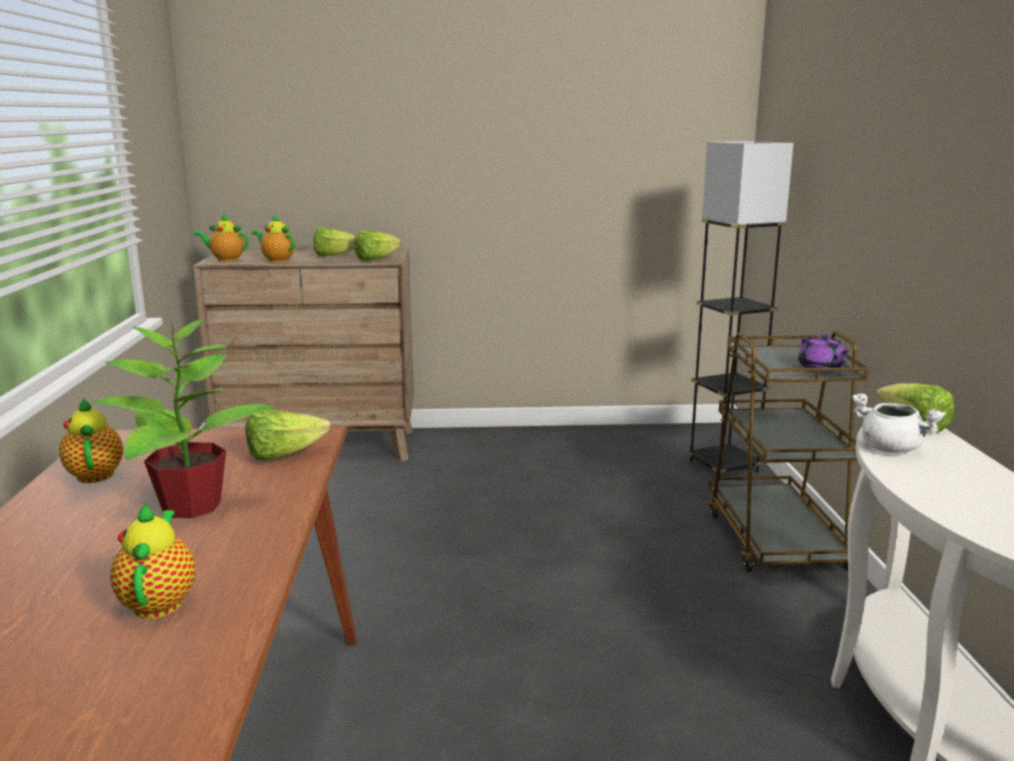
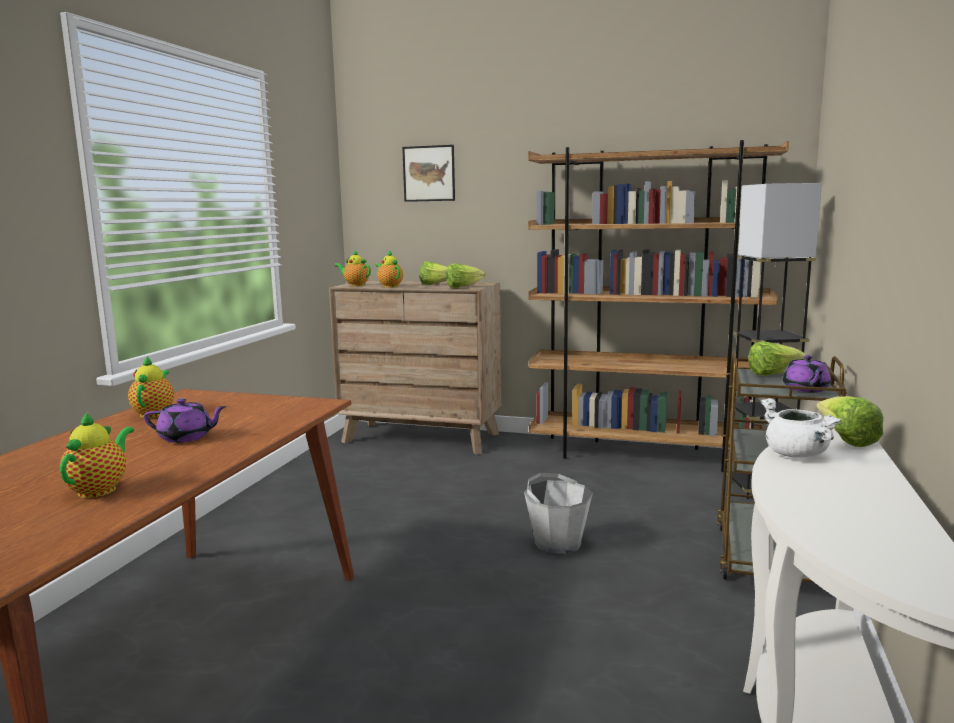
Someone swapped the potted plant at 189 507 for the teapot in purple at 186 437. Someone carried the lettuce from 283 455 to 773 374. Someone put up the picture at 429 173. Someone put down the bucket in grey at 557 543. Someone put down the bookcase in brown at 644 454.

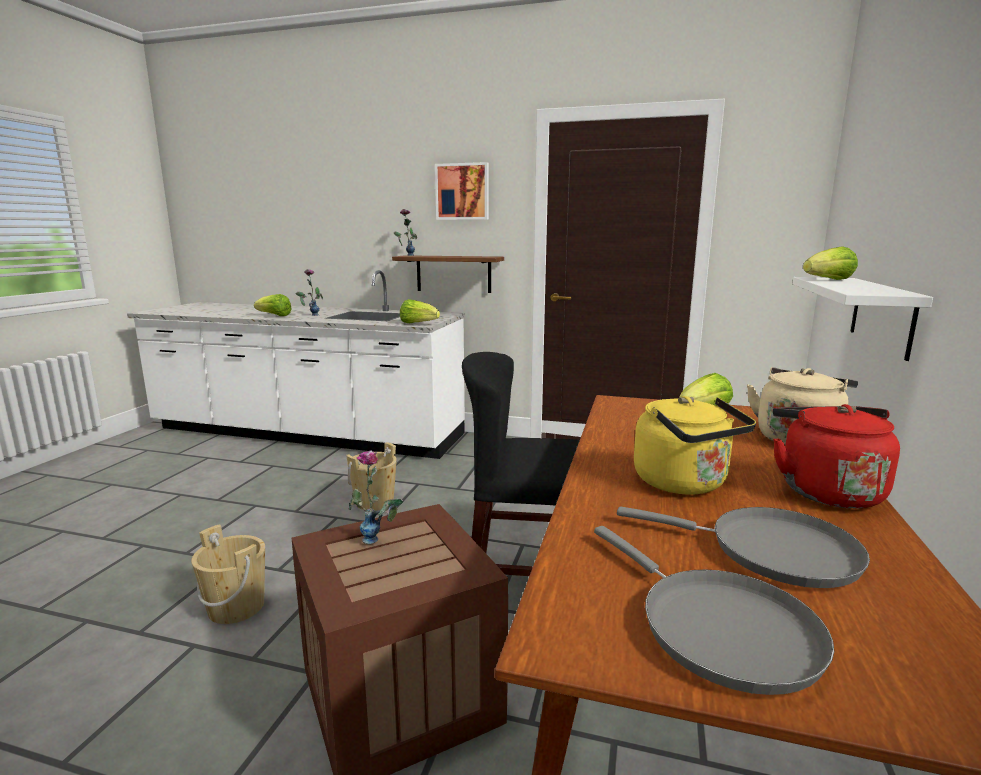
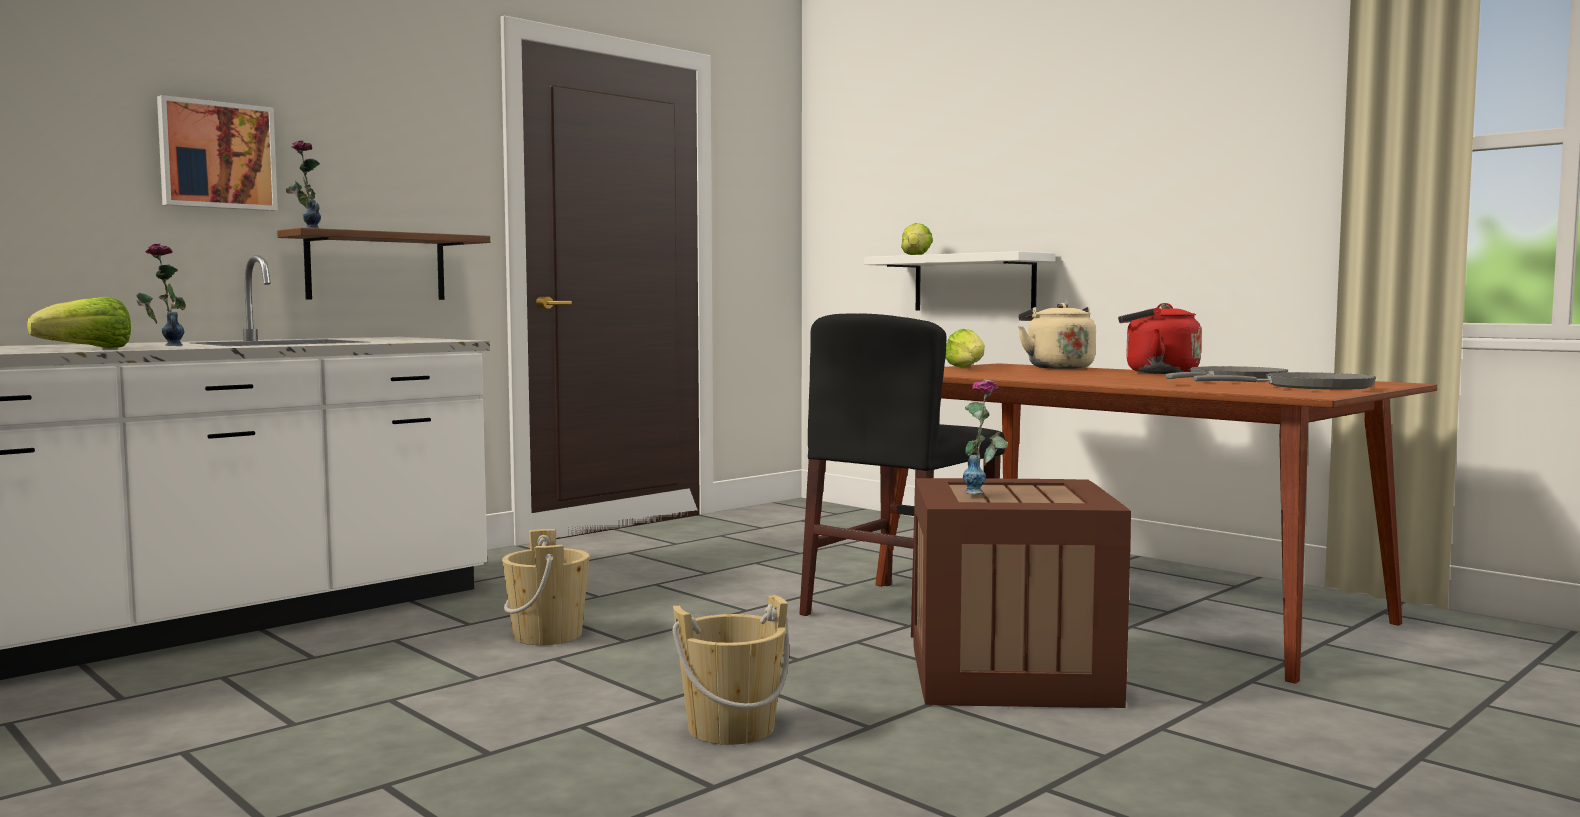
Someone took away the lettuce at 418 323. Someone carried the picture from 463 192 to 217 155. Someone took away the kettle in yellow at 684 483.

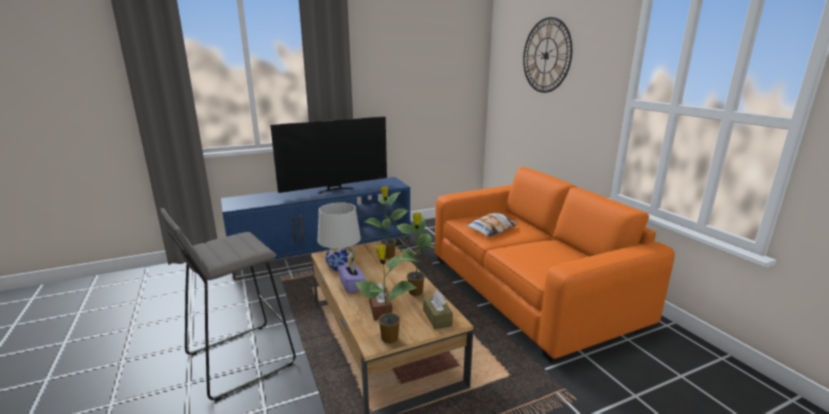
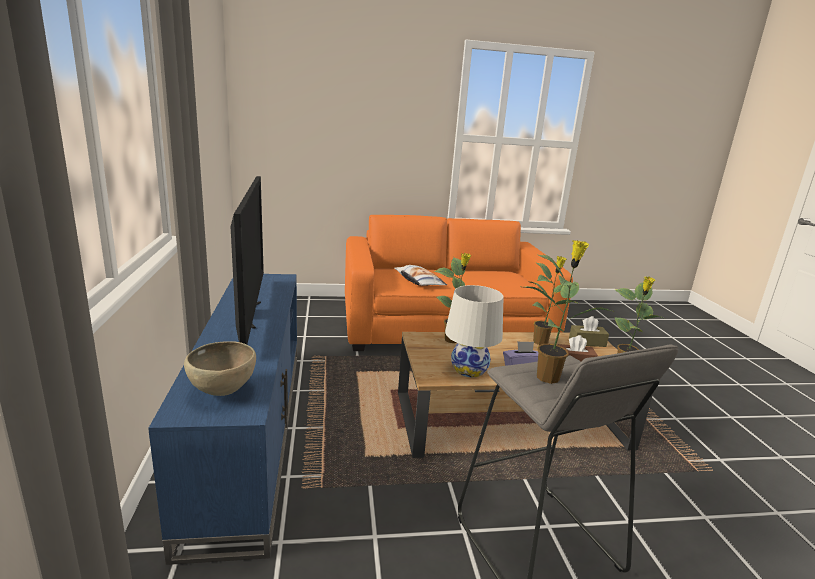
Someone took away the wall clock at 546 55. Someone put down the bowl in brown at 223 391. Someone put down the potted plant at 549 377.

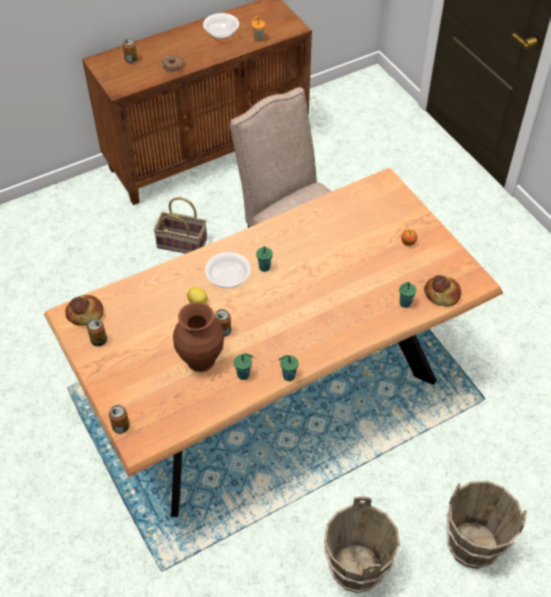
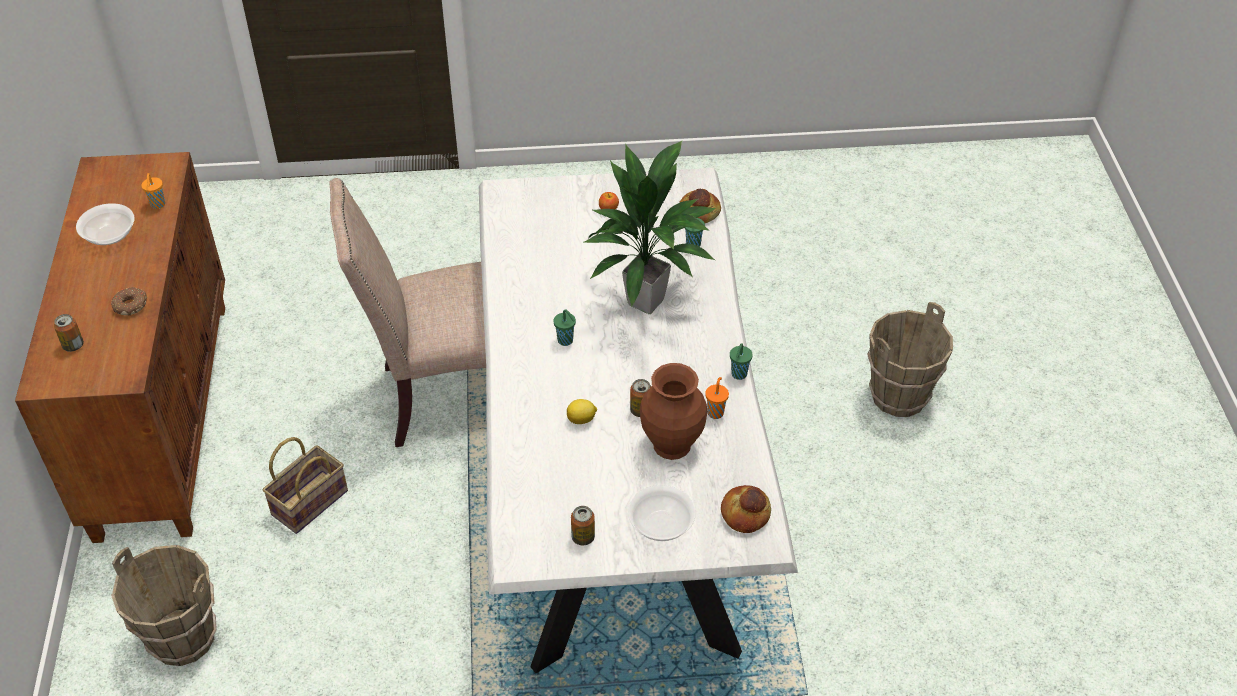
Someone repainted the dining table in brown at 275 393, which became the dining table in white at 617 490. Someone carried the bread from 85 313 to 745 513. Someone took away the can at 121 426. Someone carried the bowl from 228 278 to 661 524. Someone repainted the cup in green at 244 374, which became the cup in orange at 715 412. Someone carried the bucket in brown from 355 569 to 182 639. Someone put down the potted plant at 647 301.

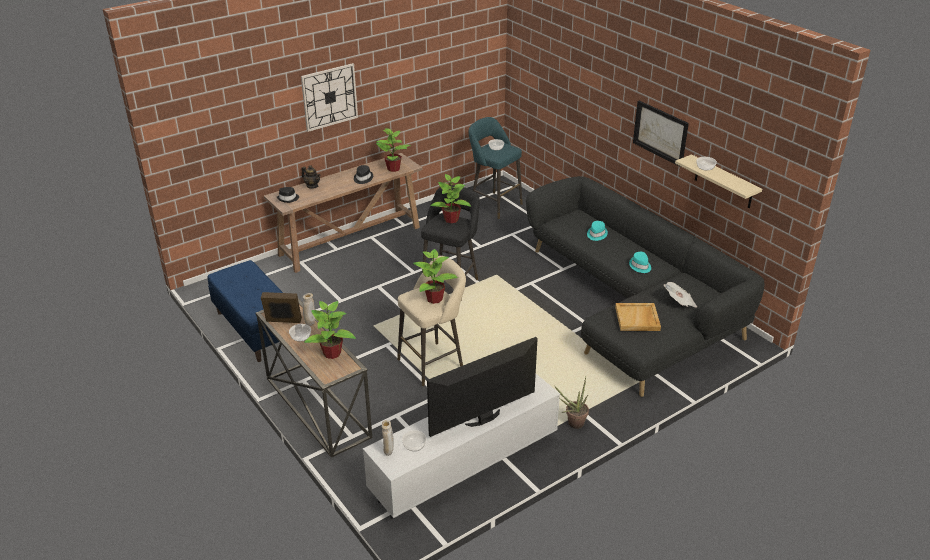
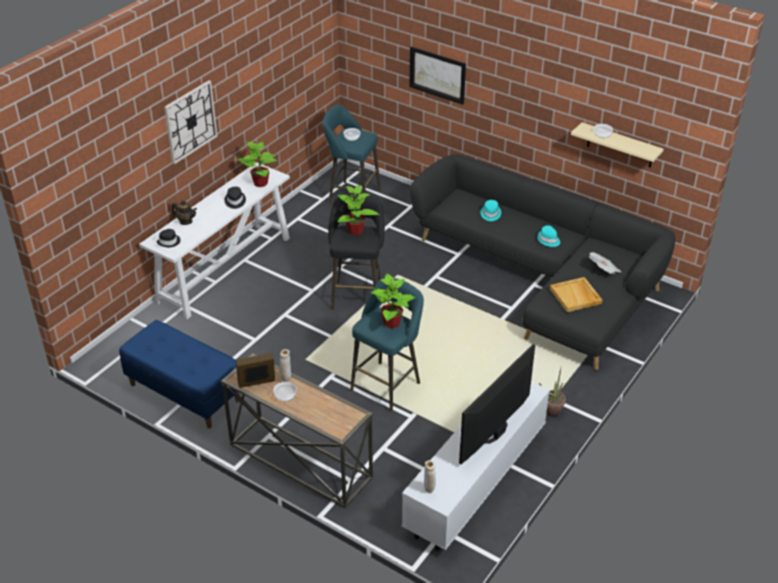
Someone repainted the console table in brown at 351 241, which became the console table in white at 225 269. Someone took away the potted plant at 332 353. Someone repainted the stool in beige at 433 362, which became the stool in turquoise at 388 384. Someone took away the bowl at 414 445. Someone carried the picture from 660 133 to 437 75.

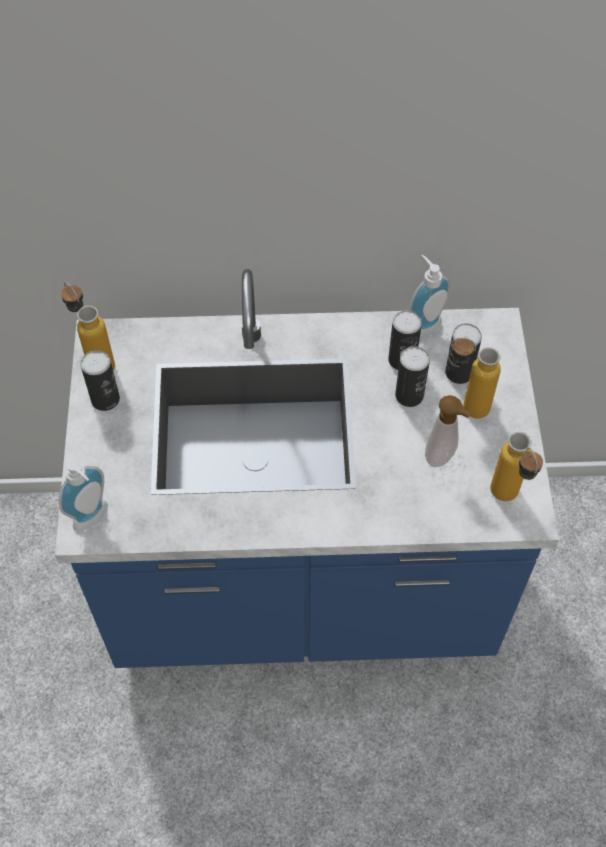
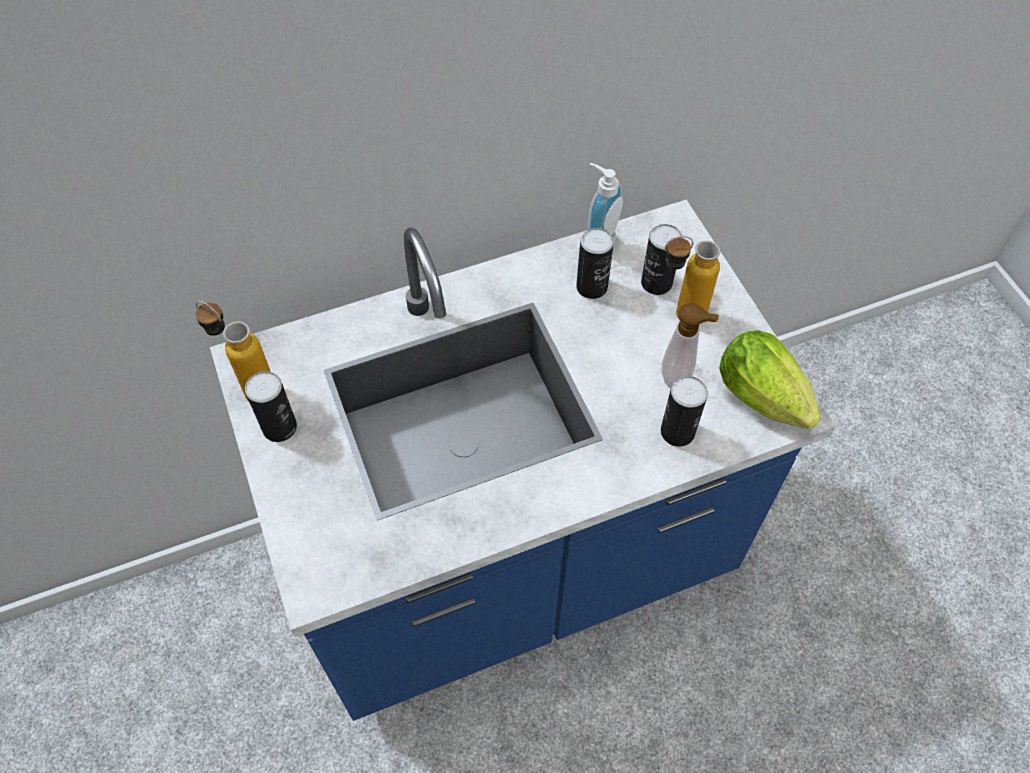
Someone took away the soap dispenser at 94 519. Someone carried the can from 409 395 to 677 432. Someone swapped the bottle at 508 500 for the lettuce at 766 401.

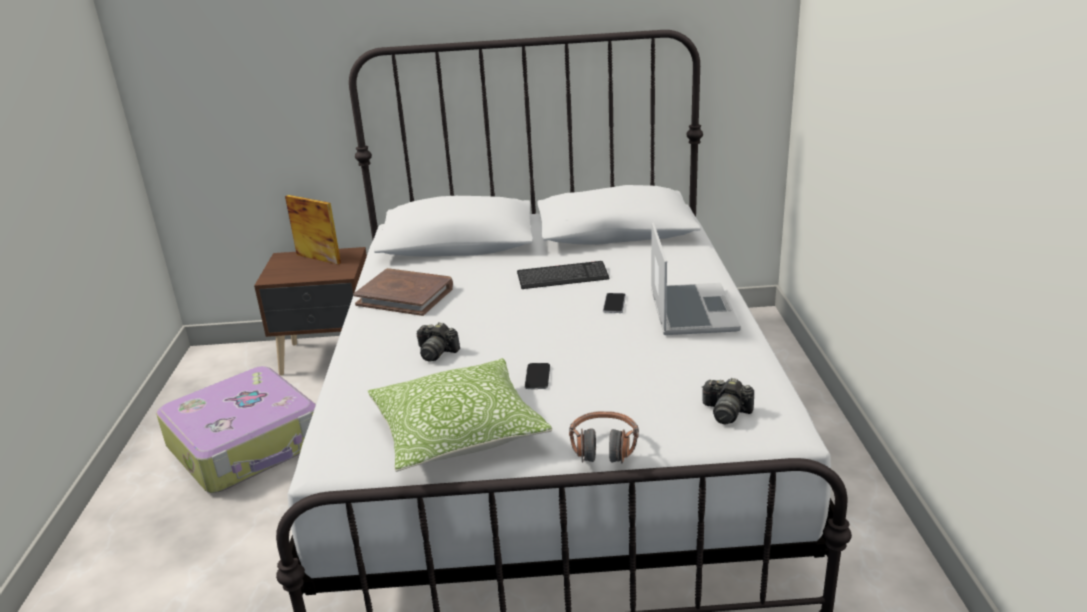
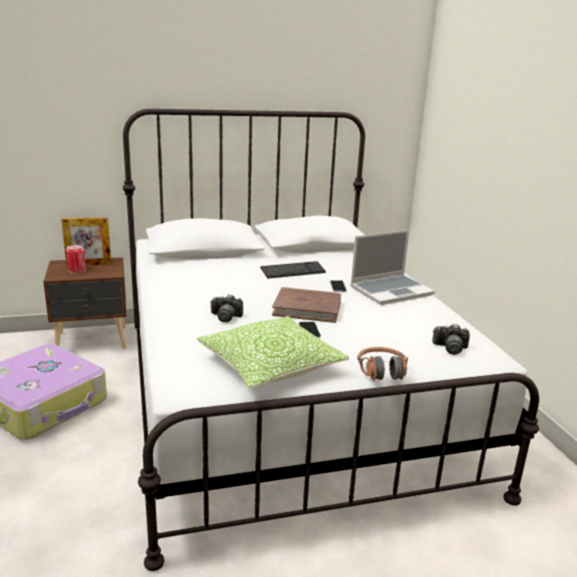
Someone rotated the picture frame at 318 258 by 150 degrees clockwise. Someone carried the book in brown from 405 296 to 307 308. Someone rotated the laptop at 690 311 by 75 degrees clockwise. Someone put down the can at 77 270.

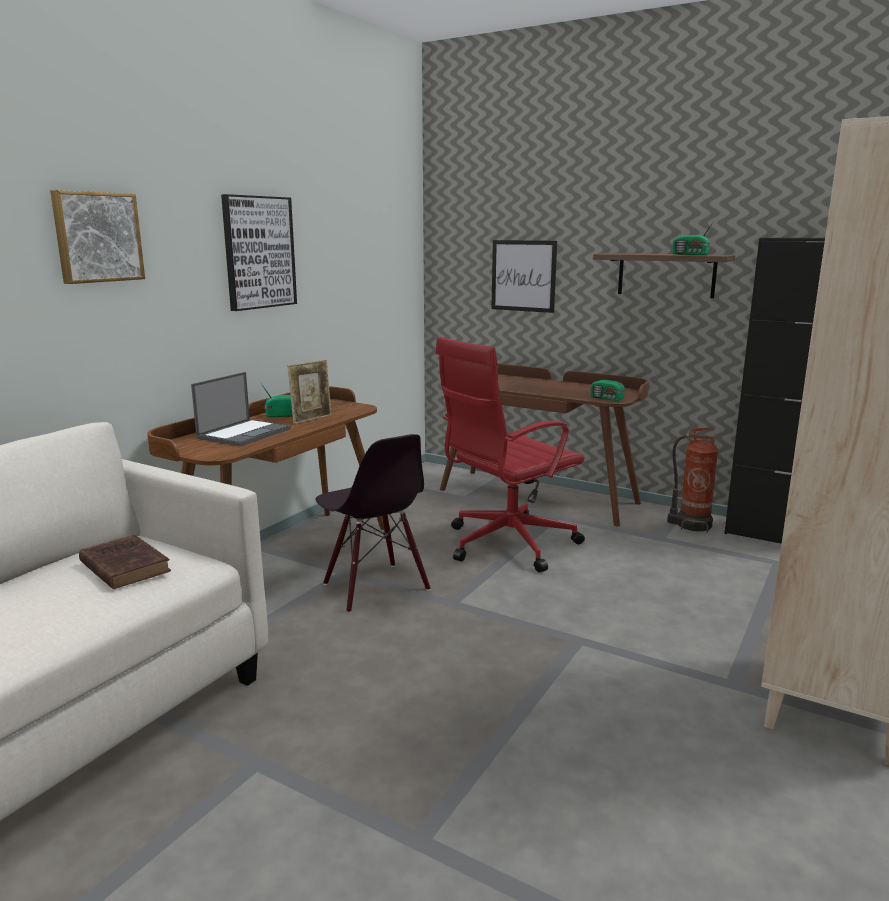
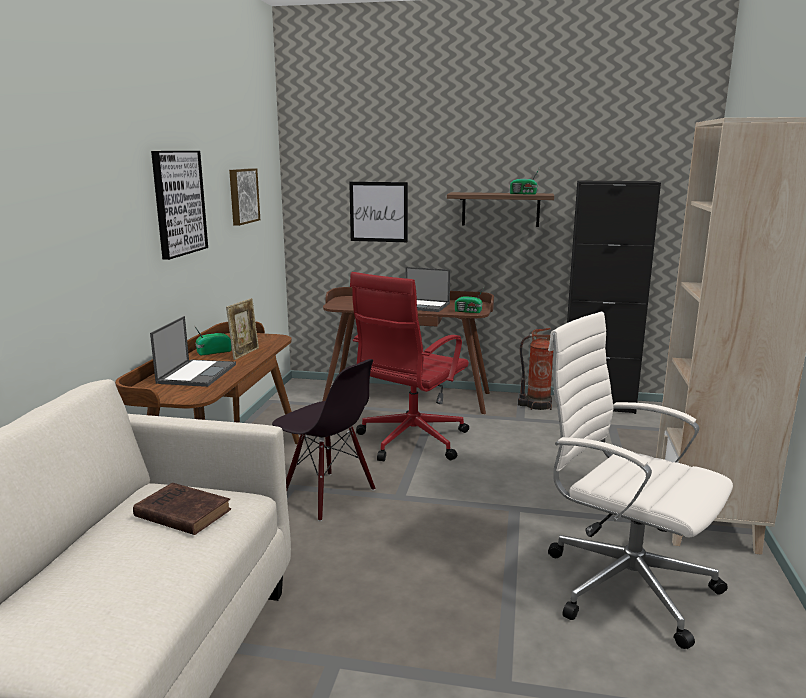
Someone carried the picture from 97 237 to 242 196. Someone put down the laptop at 422 306. Someone put down the office chair in white at 623 584.

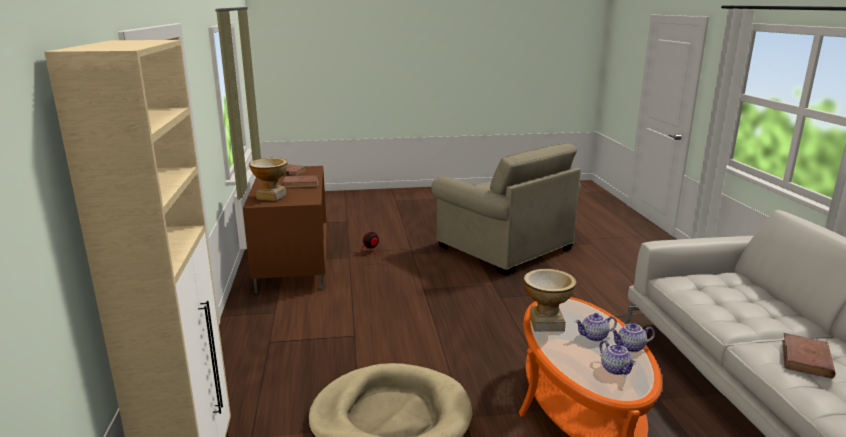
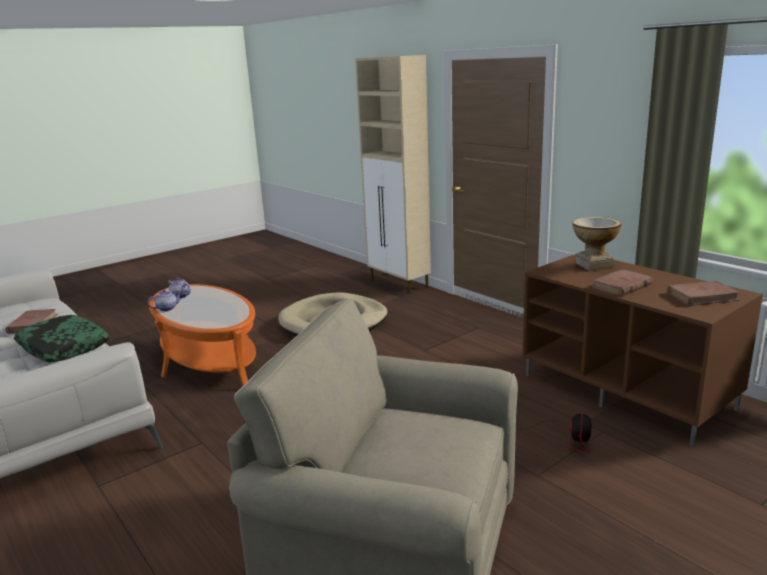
Someone took away the vase at 546 324. Someone took away the teapot at 594 337. Someone put down the pillow at 63 347.

